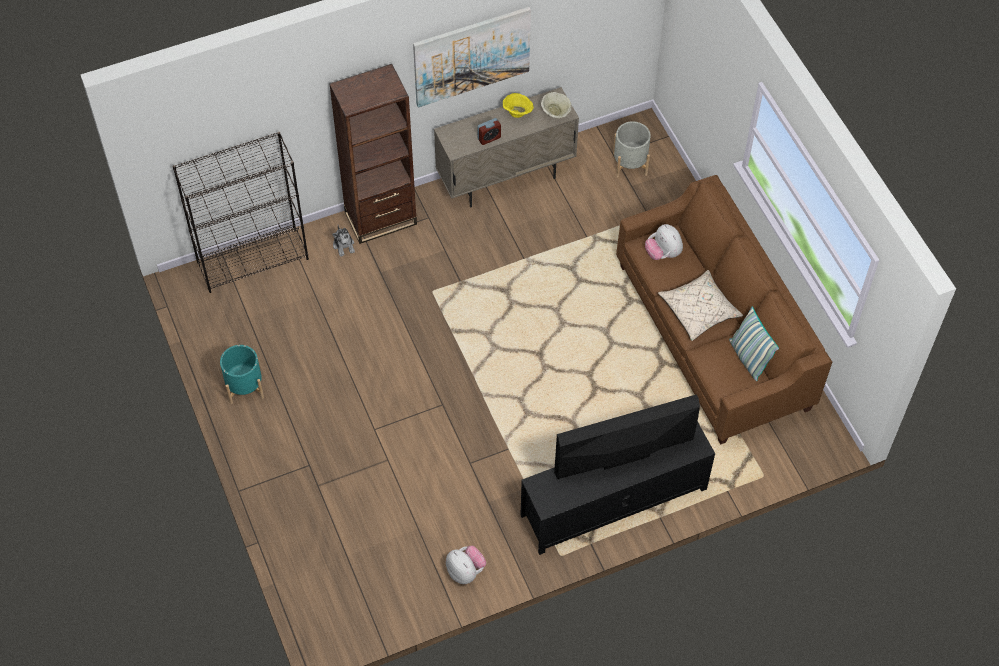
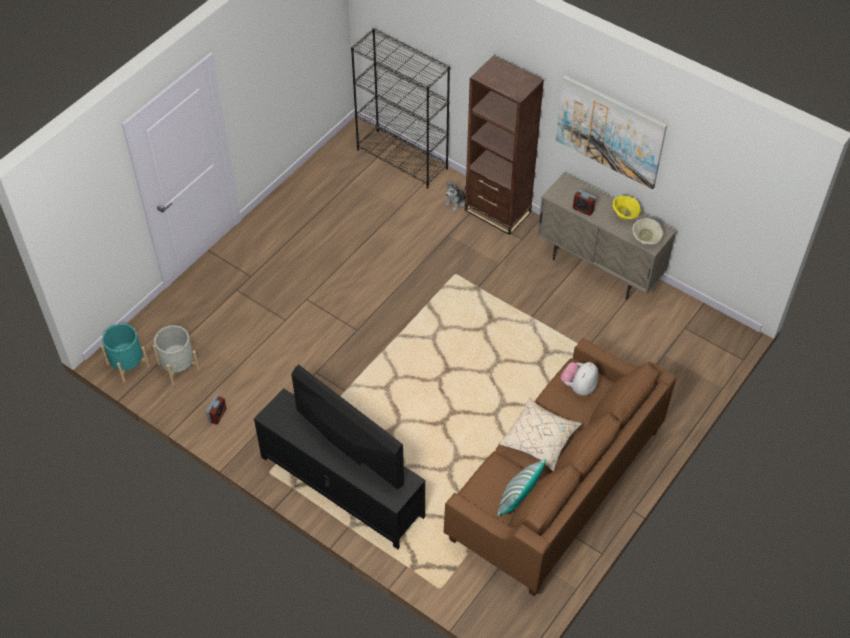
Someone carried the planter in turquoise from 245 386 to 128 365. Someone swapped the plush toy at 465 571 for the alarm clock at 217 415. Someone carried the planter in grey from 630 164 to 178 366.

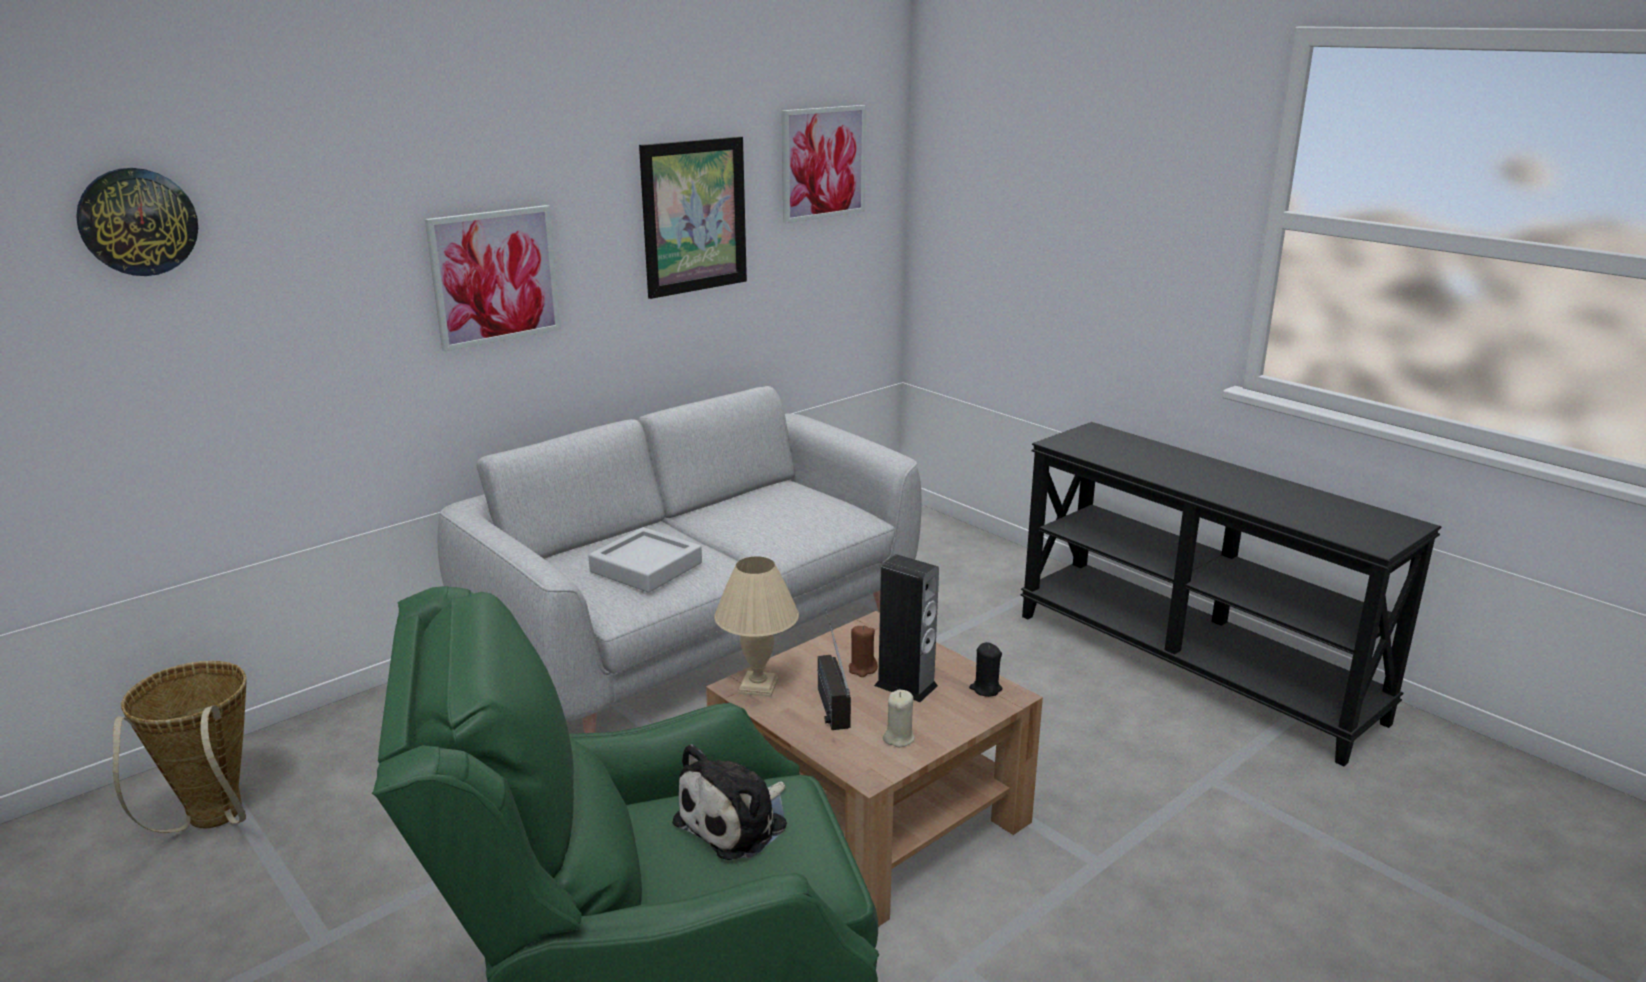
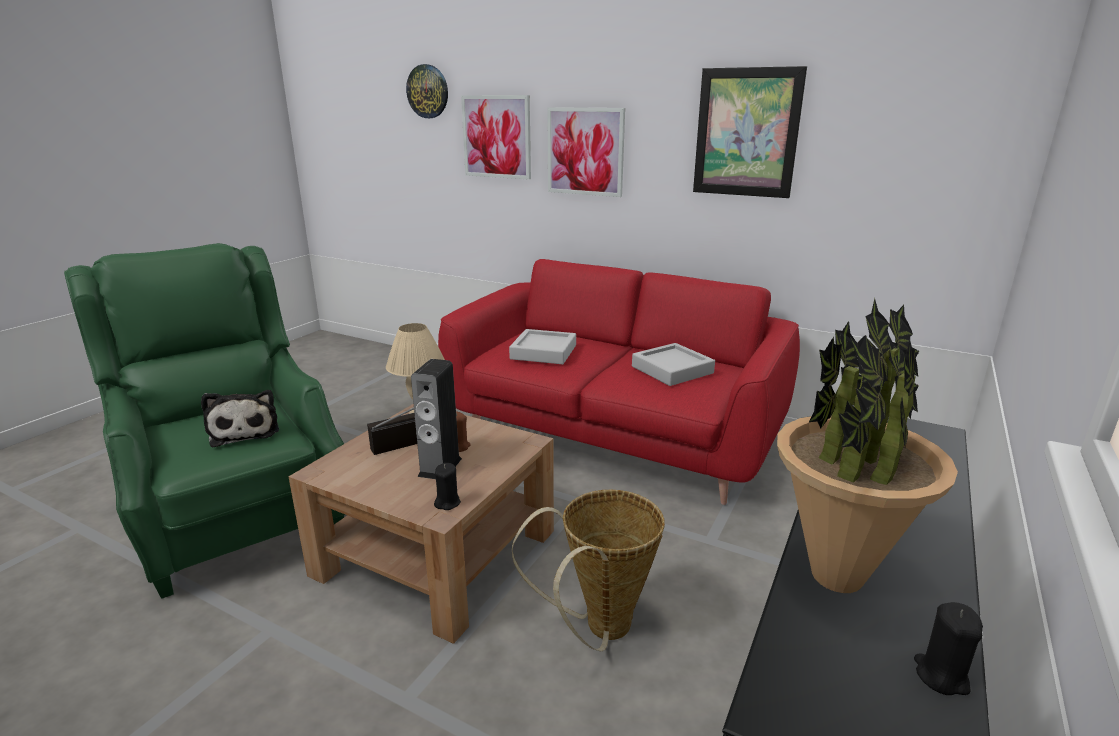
Someone carried the basket from 212 822 to 599 630. Someone repainted the sofa in grey at 695 639, which became the sofa in red at 614 436. Someone rotated the plush toy at 737 822 by 135 degrees counterclockwise. Someone carried the picture from 823 163 to 497 137. Someone took away the candle in beige at 898 738. Someone put down the tray in grey at 672 370. Someone put down the potted plant at 837 577. Someone put down the candle in black at 941 675.

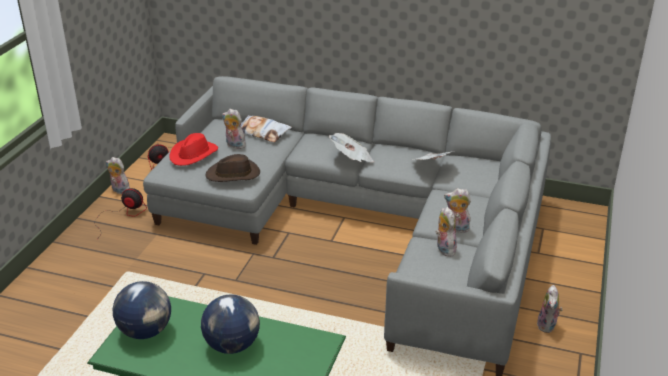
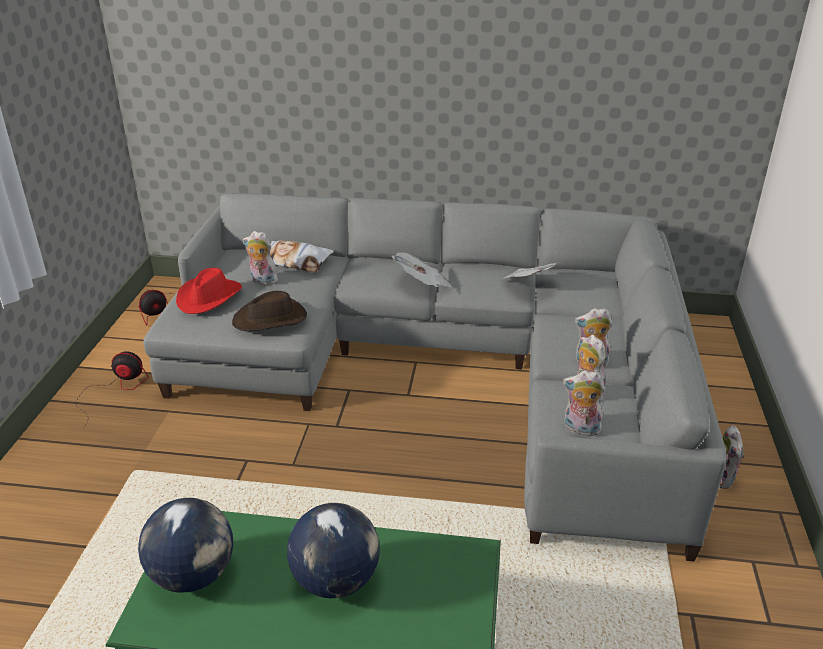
Someone carried the plush toy from 119 190 to 580 429.

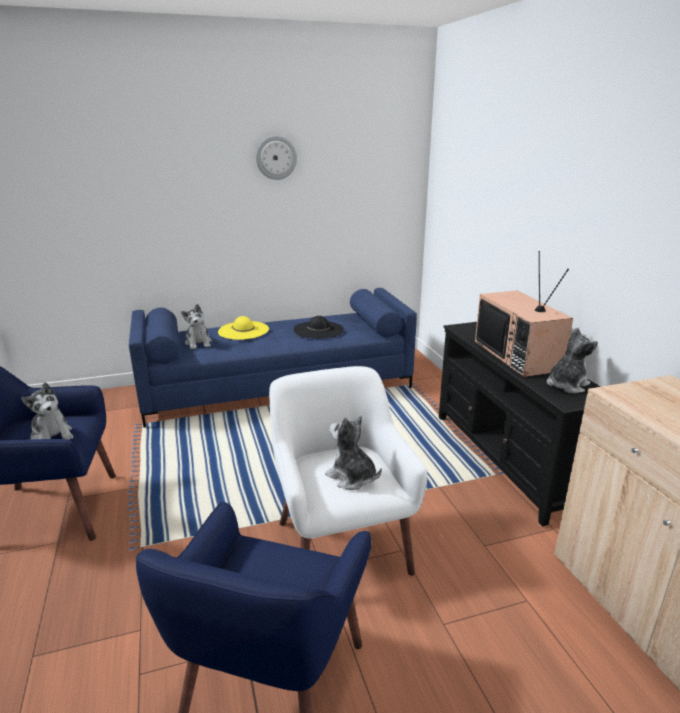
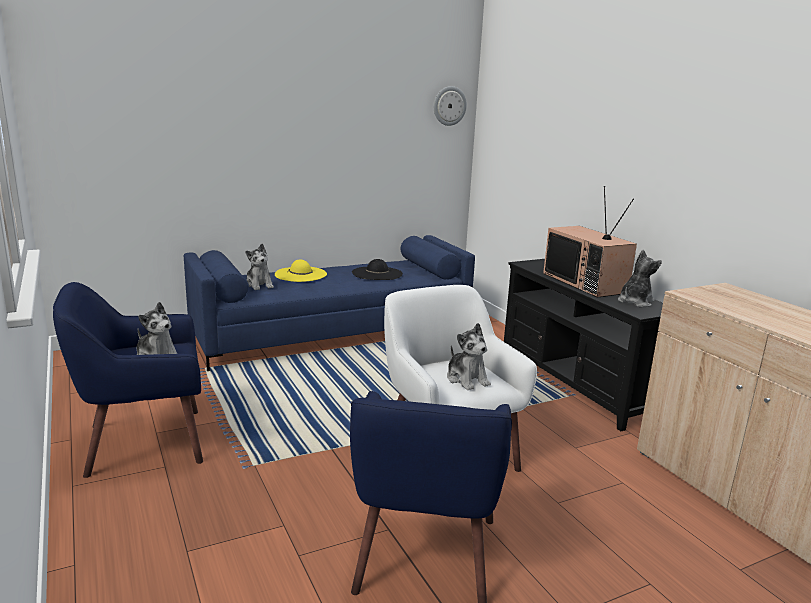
Someone carried the wall clock from 276 157 to 449 106. Someone rotated the plush toy at 352 477 by 150 degrees counterclockwise.

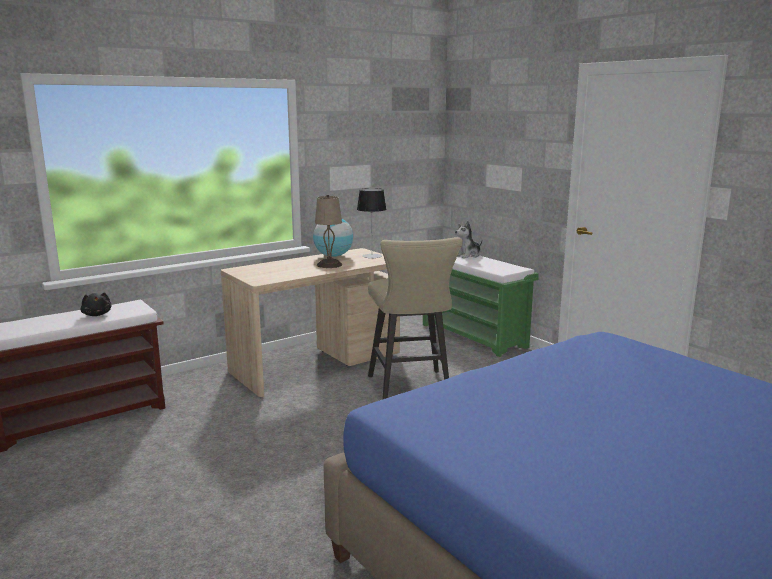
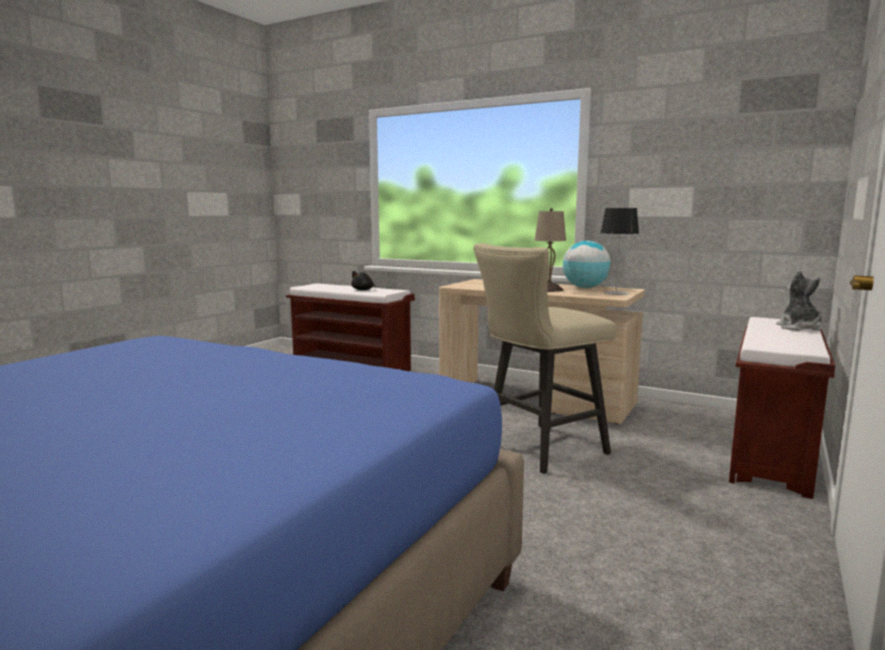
Someone repainted the bench in green at 474 336, which became the bench in brown at 771 455. Someone rotated the plush toy at 468 255 by 60 degrees clockwise.

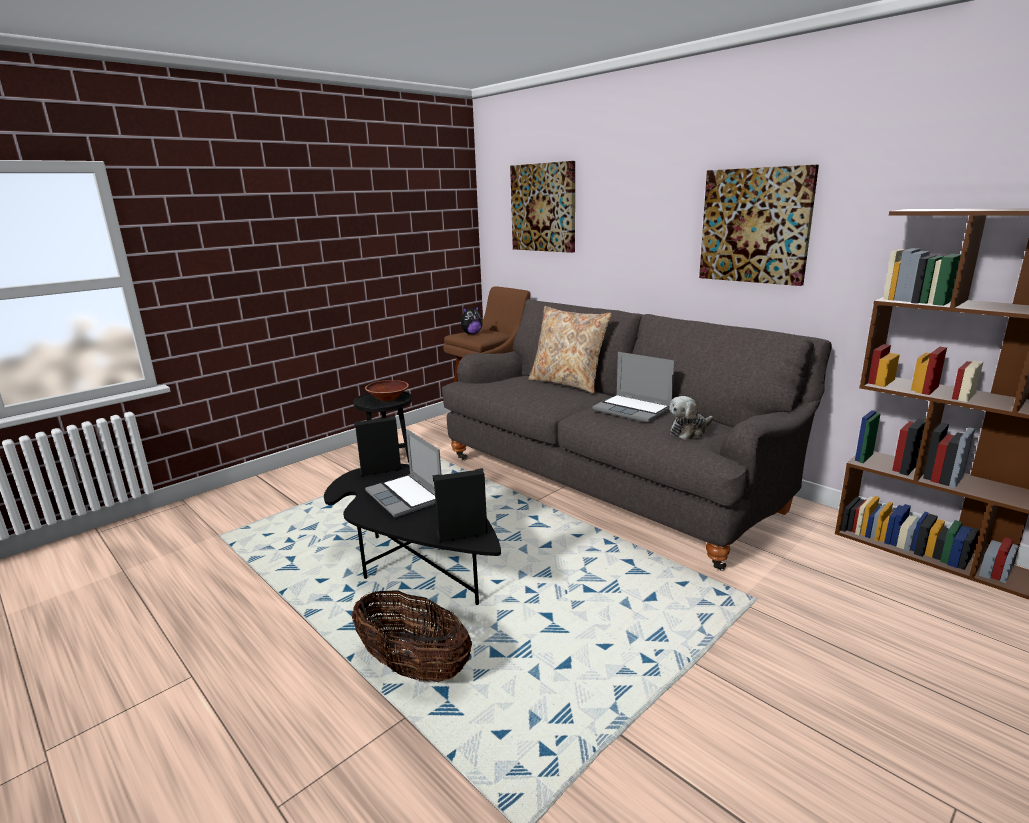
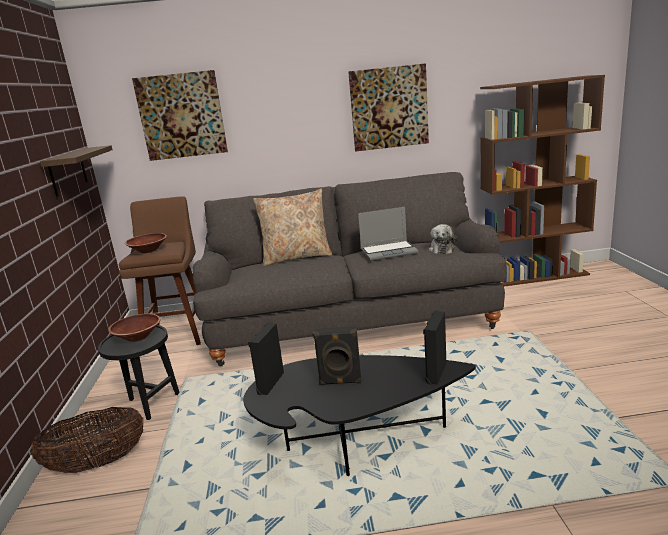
Someone carried the basket from 414 667 to 98 463. Someone swapped the laptop at 406 497 for the speaker in black at 340 382. Someone swapped the plush toy at 471 333 for the bowl in brown at 148 250. Someone put up the shelf at 68 171.

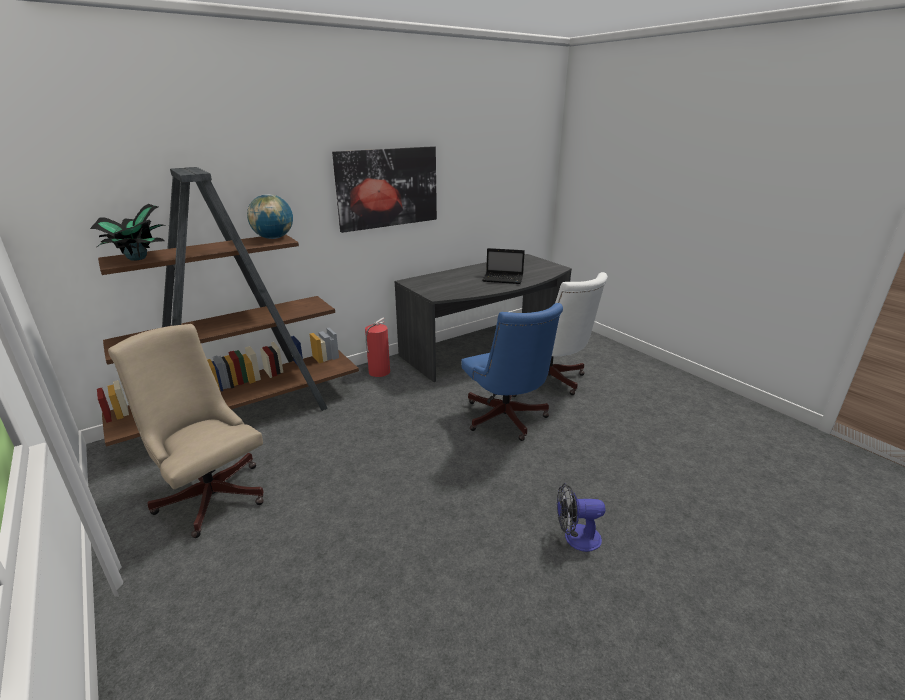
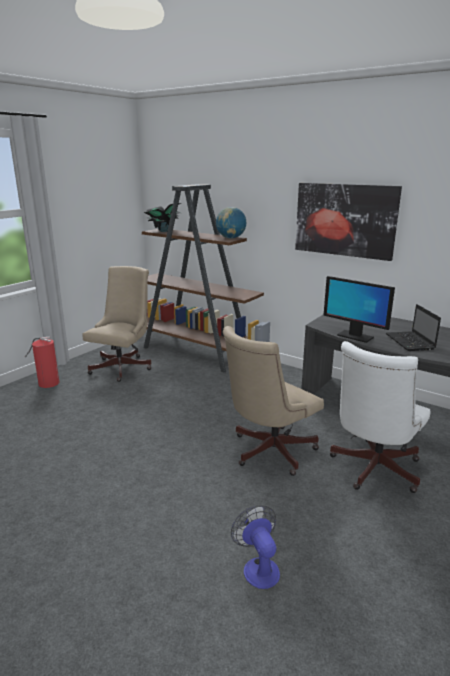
Someone carried the fire extinguisher from 378 372 to 48 383. Someone repainted the office chair in blue at 506 420, which became the office chair in beige at 268 452. Someone carried the fan from 575 538 to 258 567. Someone put down the monitor at 354 336.

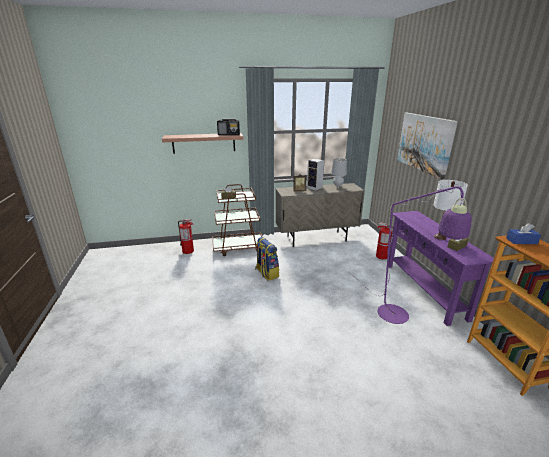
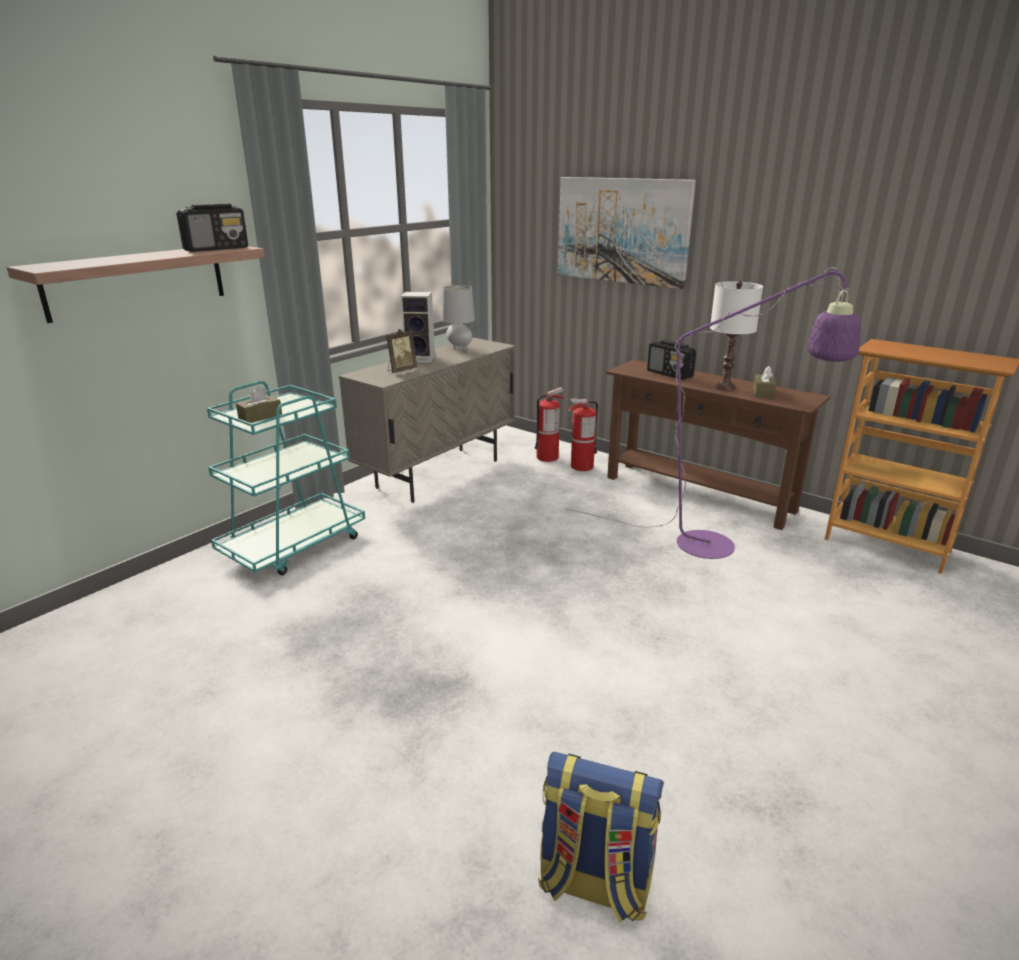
Someone carried the fire extinguisher from 188 251 to 547 457. Someone repainted the cart in brown at 238 247, which became the cart in turquoise at 294 545. Someone carried the backpack from 266 273 to 593 884. Someone repainted the console table in purple at 424 290, which became the console table in brown at 698 493. Someone took away the tissue box in blue at 521 241. Someone put down the radio at 670 374.

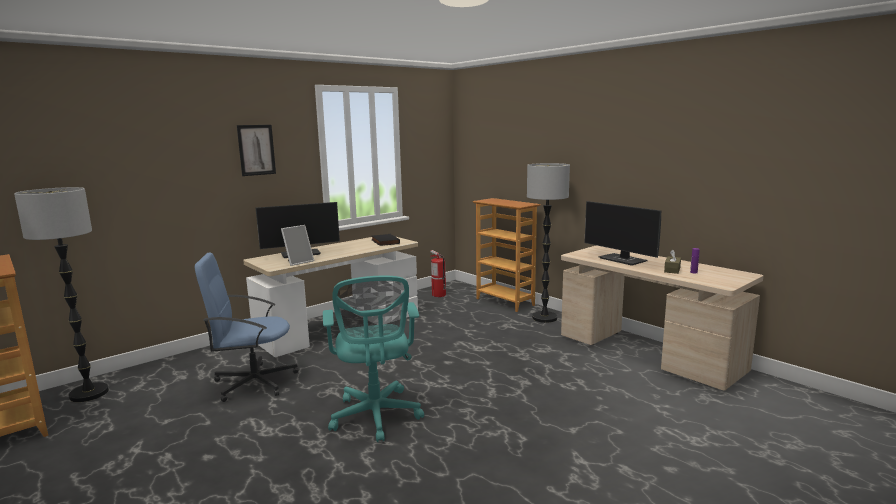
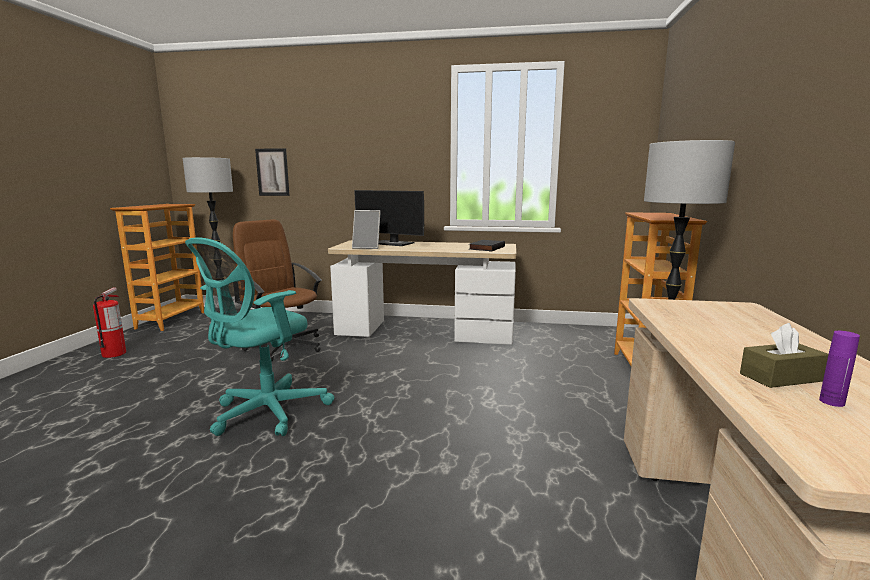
Someone repainted the office chair in blue at 253 382, which became the office chair in brown at 285 346. Someone carried the picture from 256 150 to 272 172. Someone carried the fire extinguisher from 438 295 to 114 354. Someone took away the monitor at 623 260.

